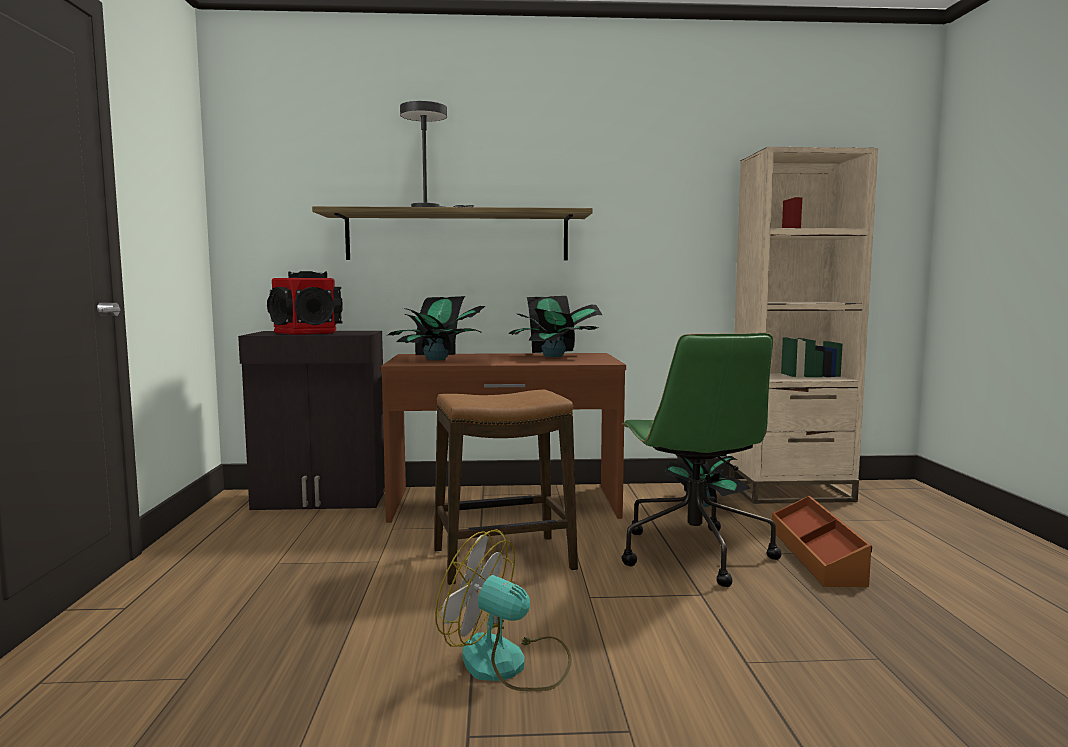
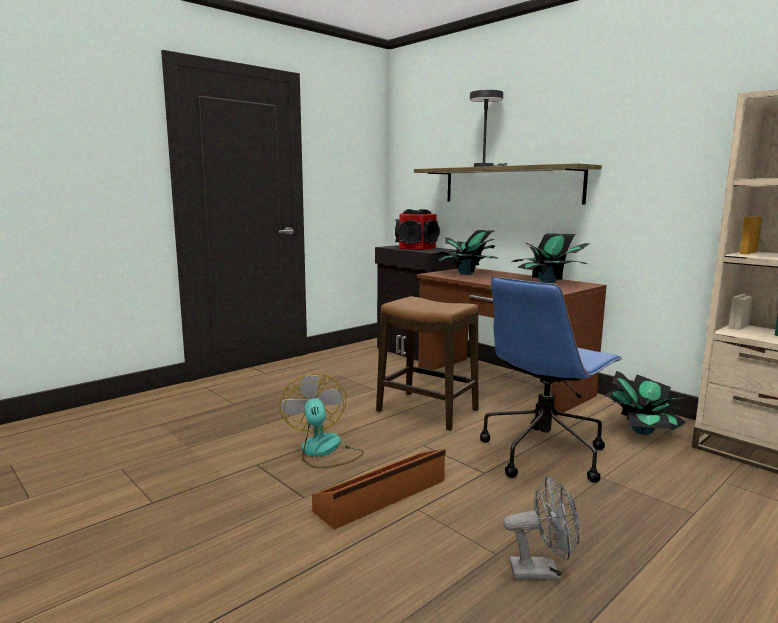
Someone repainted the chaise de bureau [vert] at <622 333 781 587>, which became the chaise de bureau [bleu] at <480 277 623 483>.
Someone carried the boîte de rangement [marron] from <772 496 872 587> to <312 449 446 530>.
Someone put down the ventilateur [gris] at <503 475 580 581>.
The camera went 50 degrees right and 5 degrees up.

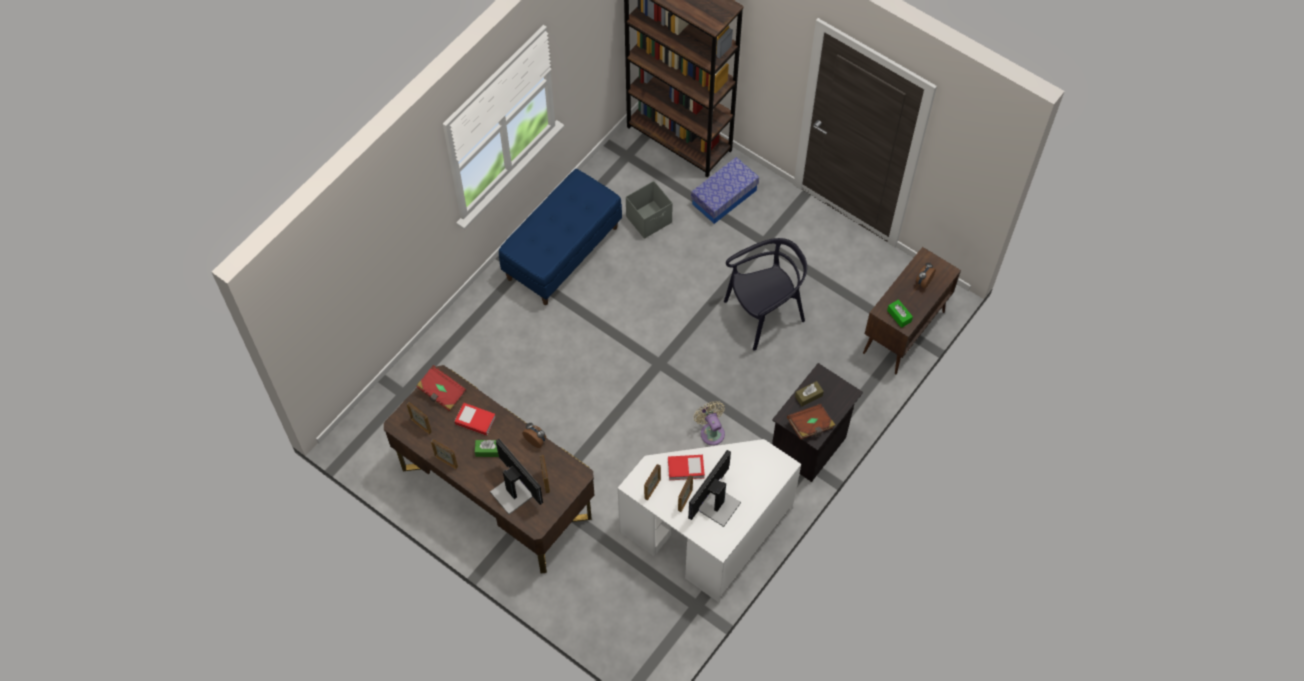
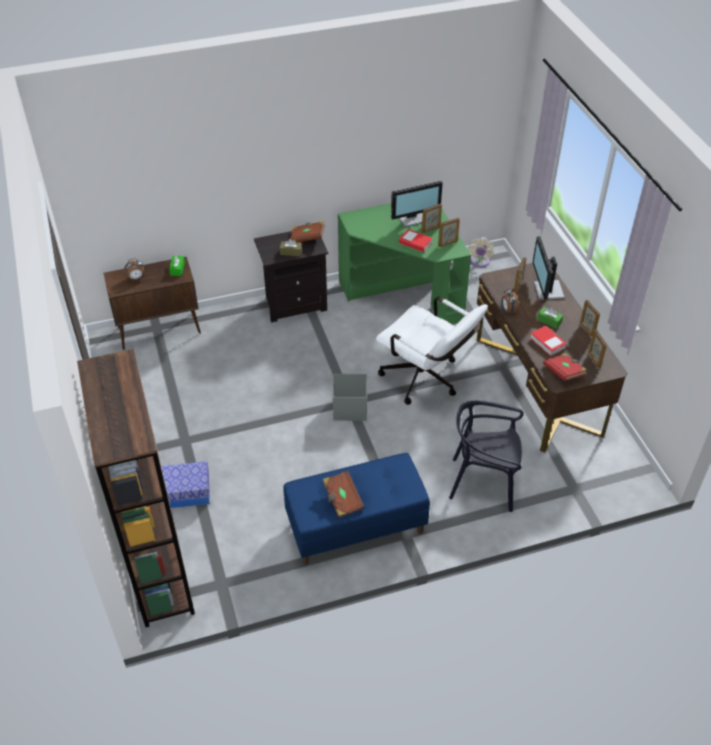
Someone carried the boîte de rangement [gris] from <626 181 673 239> to <333 374 367 421>.
Someone carried the chaise [noir] from <724 238 807 351> to <449 400 523 512>.
Someone carried the ventilateur [beige] from <694 401 725 445> to <468 237 494 268>.
Someone repainted the bureau [blanc] at <618 439 801 603>, which became the bureau [vert] at <338 203 471 324>.
Someone put down the chaise de bureau [blanc] at <376 296 488 405>.
Someone put down the livre [marron] at <323 471 364 518>.
The camera went 145 degrees left and 15 degrees down.

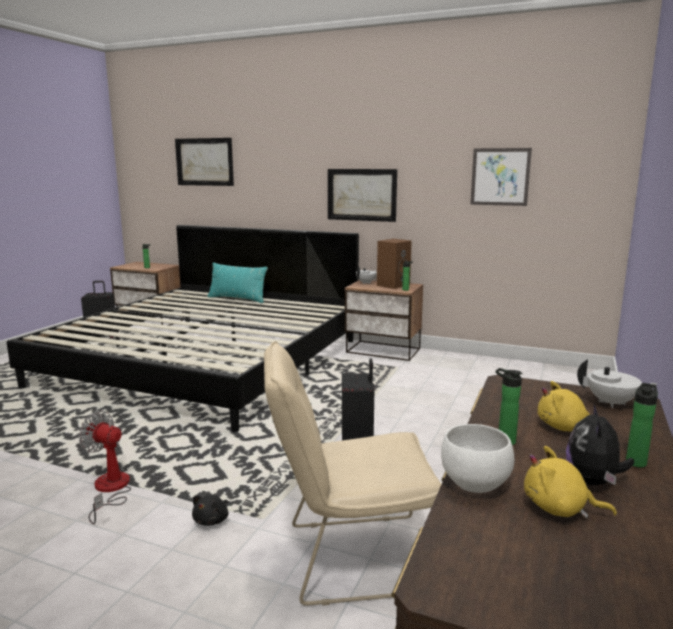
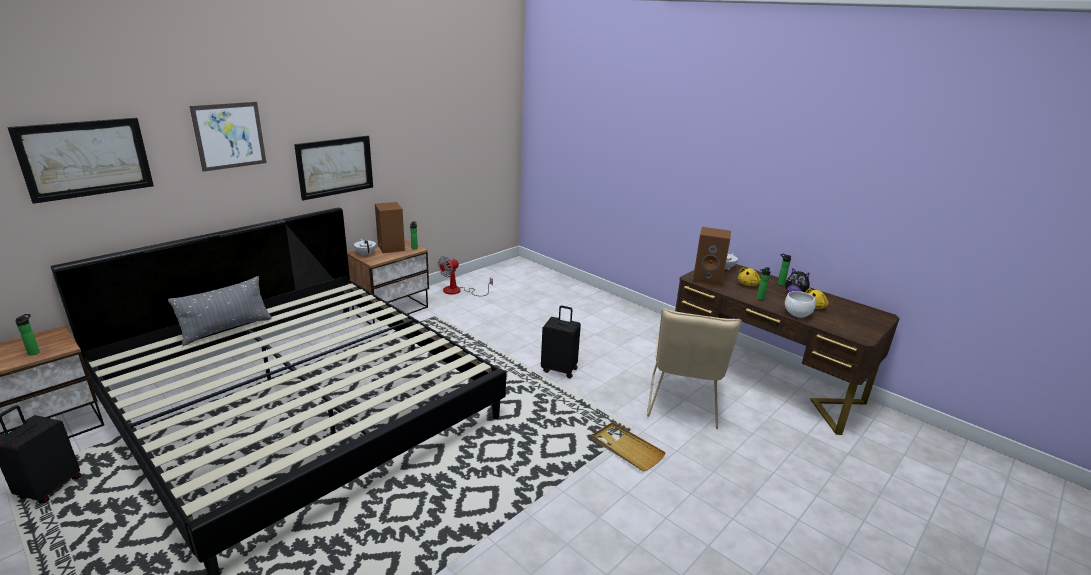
Someone carried the tableau from <470 148 532 206> to <190 102 266 172>.
Someone repainted the coussin [turquoise] at <208 263 268 303>, which became the coussin [gris] at <168 276 272 346>.
Someone carried the ventilateur from <78 411 131 524> to <438 256 493 296>.
Someone swapped the peluche [noir] at <192 494 229 526> for the plateau [beige] at <592 422 666 472>.
Someone put down the enceinte [marron] at <692 227 731 287>.
The camera went 70 degrees left and 10 degrees up.

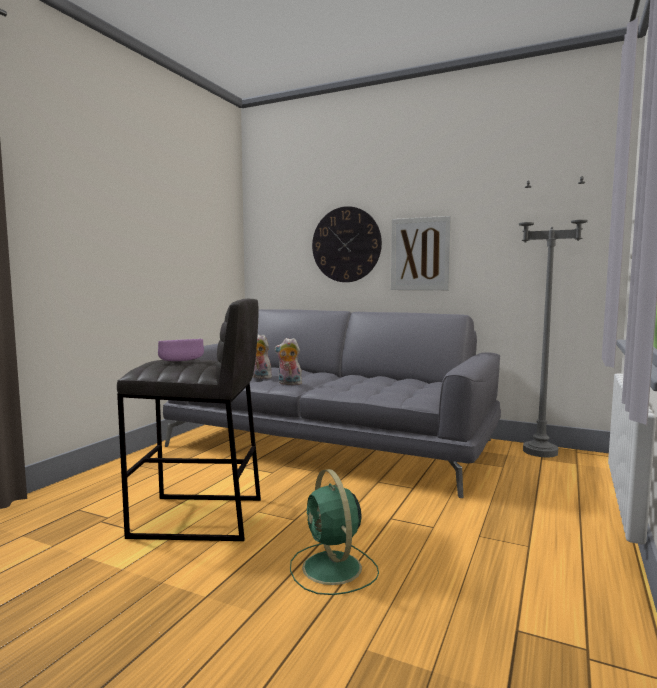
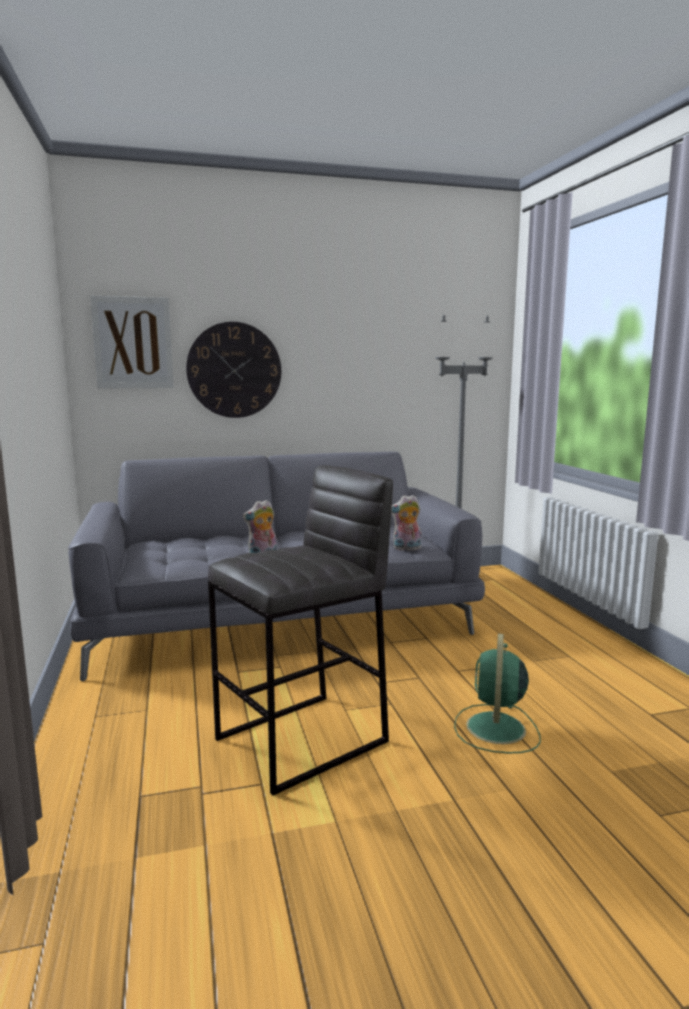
Someone carried the tableau from <391 216 451 290> to <90 296 174 389>.
Someone carried the peluche from <253 334 272 379> to <391 495 421 551>.
Someone took away the bol [violet] at <158 339 204 361>.
Someone rotated the ventilateur [vert] at <290 469 379 595> by 75 degrees clockwise.
The camera went 40 degrees left and 5 degrees up.

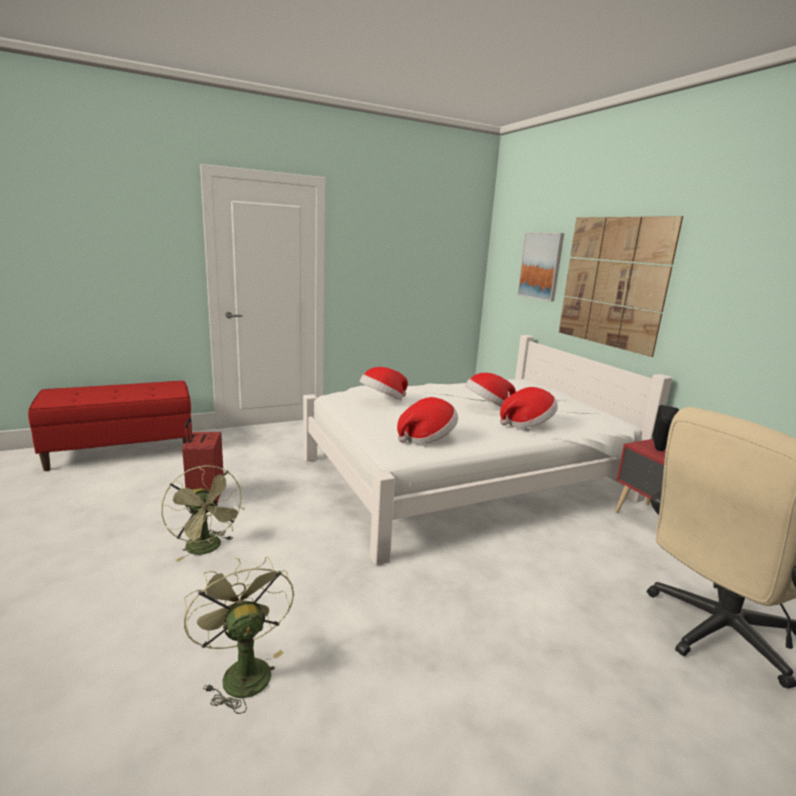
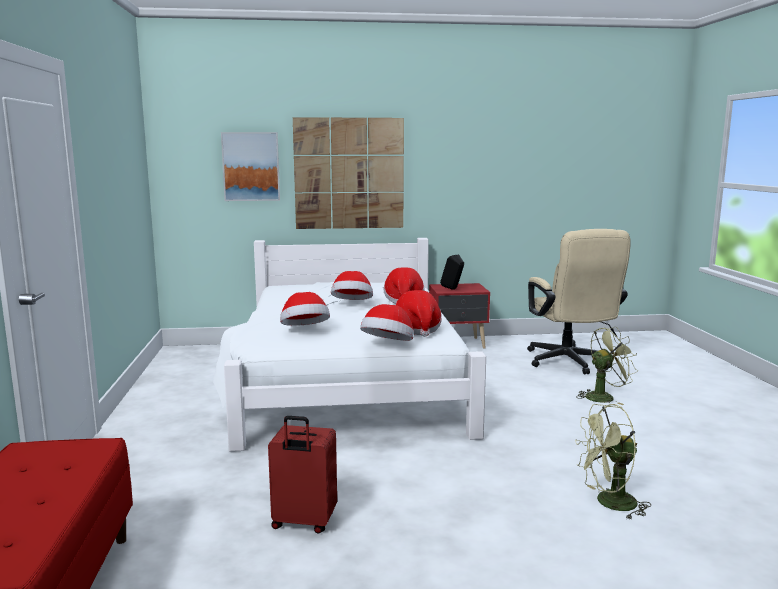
Someone carried the ventilateur [vert] from <161 466 245 562> to <576 327 638 405>.
Someone put down the chapeau at <360 304 414 341>.
The camera went 70 degrees left and 5 degrees down.

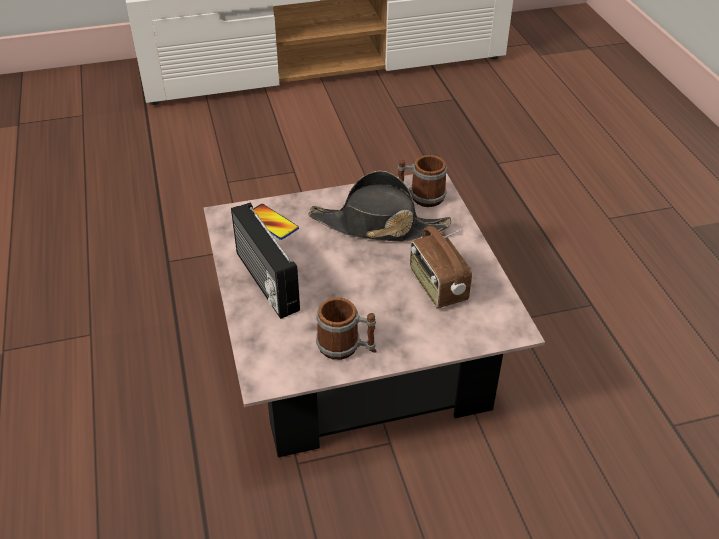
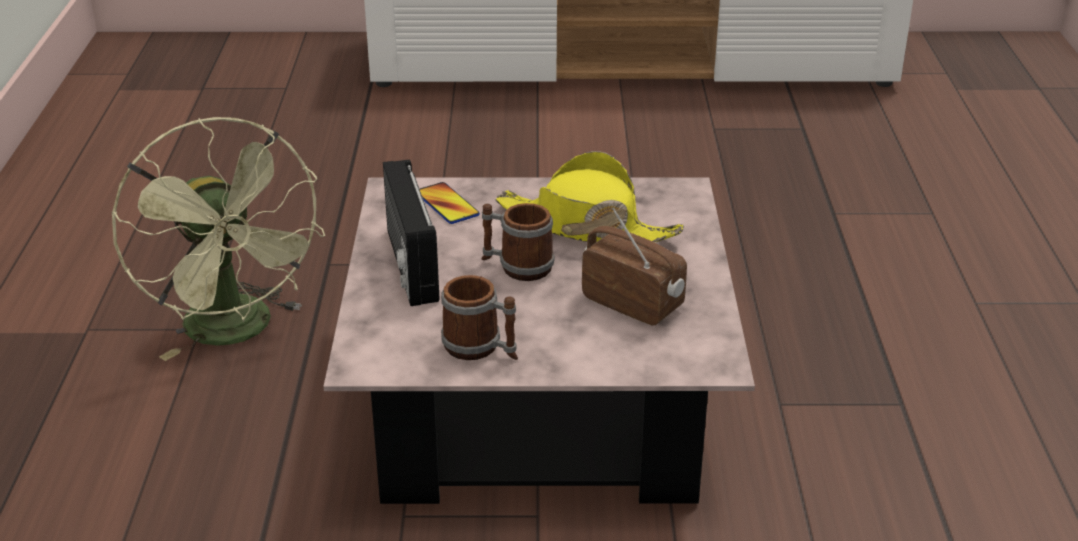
Someone carried the mug from <398 155 447 207> to <482 203 555 281>.
Someone repainted the chapeau [noir] at <308 171 451 242>, which became the chapeau [jaune] at <495 151 684 242>.
Someone rotated the radio at <410 226 472 308> by 135 degrees clockwise.
Someone put down the ventilateur [vert] at <111 117 325 361>.
The camera went 15 degrees right and 10 degrees down.

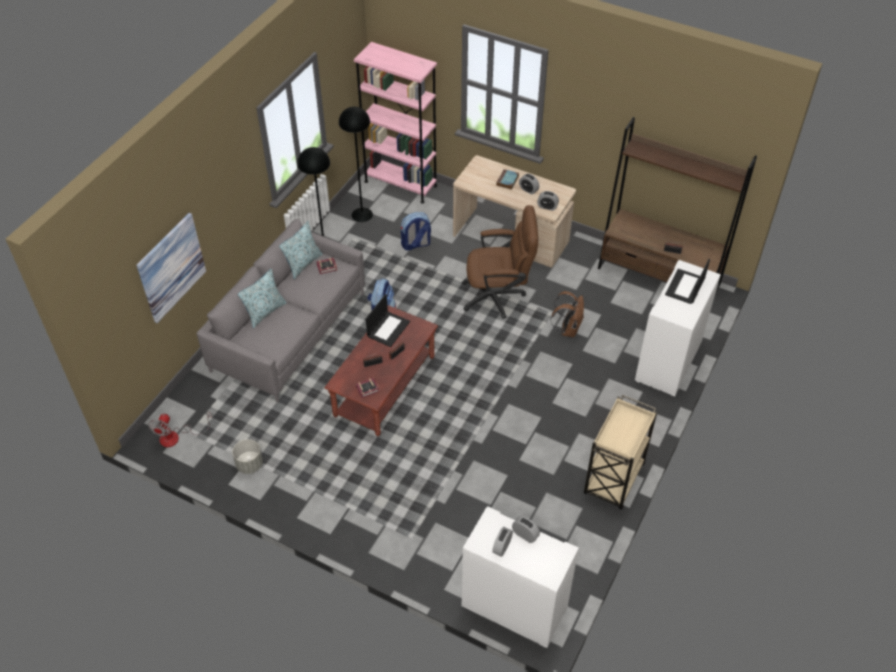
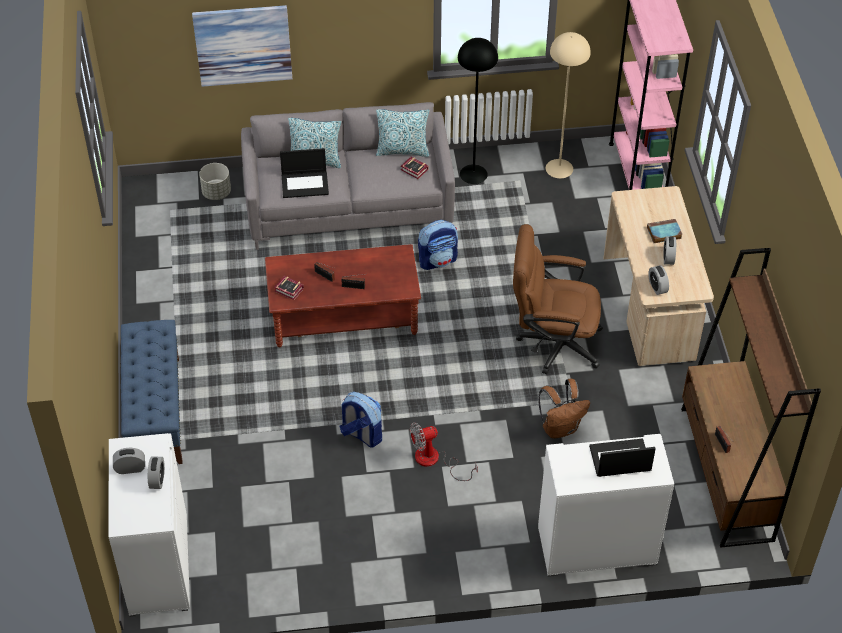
Someone repainted the lampadaire [noir] at <339 107 373 222>, which became the lampadaire [beige] at <546 32 591 178>.
Someone rotated the chaise de bureau [marron] at <462 205 538 319> by 135 degrees clockwise.
Someone carried the sac à dos from <401 212 431 251> to <339 392 382 447>.
Someone carried the ordinateur portable from <366 294 410 347> to <280 148 329 198>.
Someone took away the chariot [beige] at <584 395 657 510>.
Someone carried the ventilateur from <148 412 211 447> to <410 422 478 481>.
Someone carried the cache-pot [gris] from <232 439 263 474> to <199 163 231 200>.
Someone put down the banc [bleu] at <121 320 183 464>.
The camera went 55 degrees right and 0 degrees up.

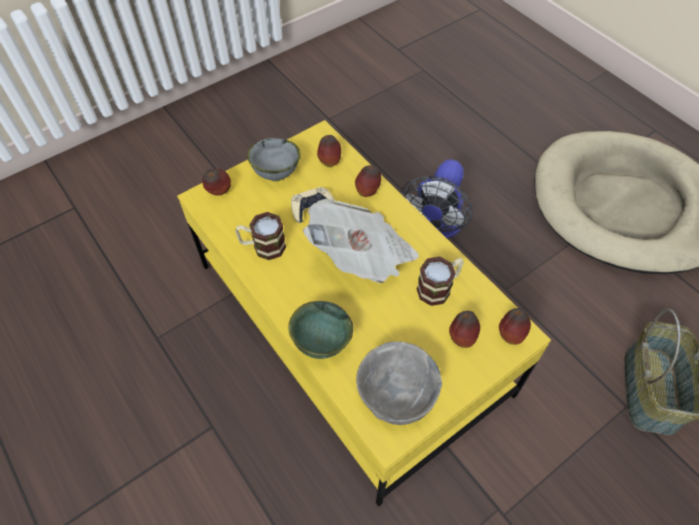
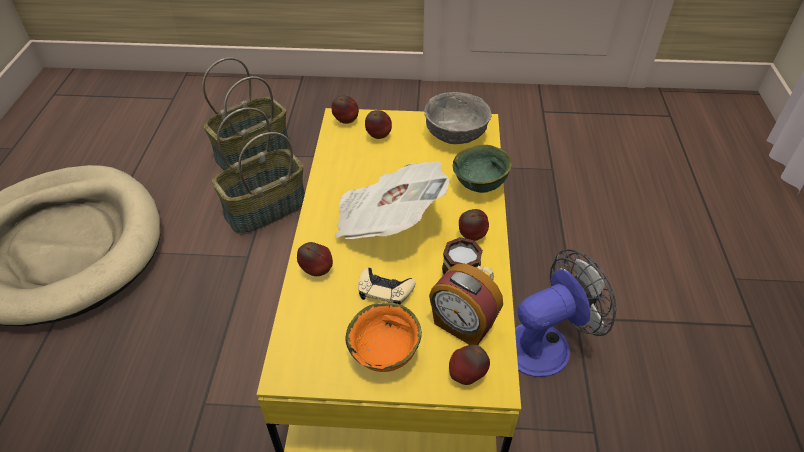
Someone carried the pomme from <317 135 341 167> to <459 209 489 241>.
Someone repainted the bol [gris] at <247 138 301 181>, which became the bol [orange] at <345 302 422 372>.
Someone carried the ventilateur from <401 159 473 238> to <515 249 617 377>.
Someone took away the mug at <417 256 464 306>.
Someone put down the panier at <212 108 305 235>.
Someone put down the réveil at <429 264 503 345>.
The camera went 140 degrees left and 10 degrees down.

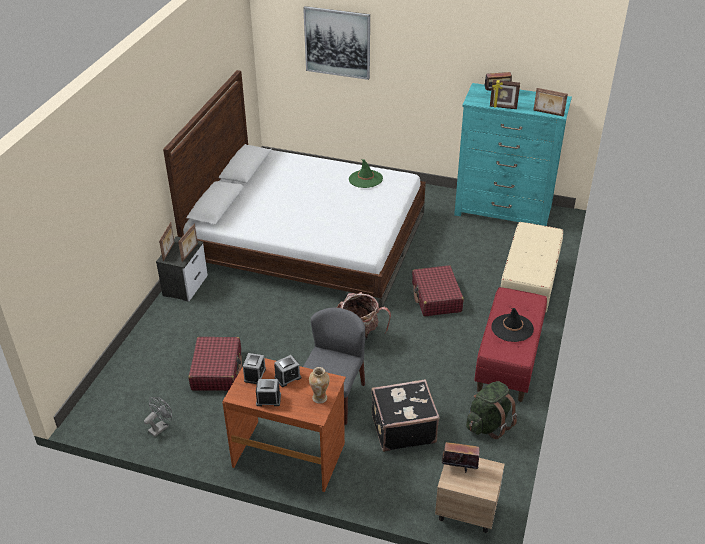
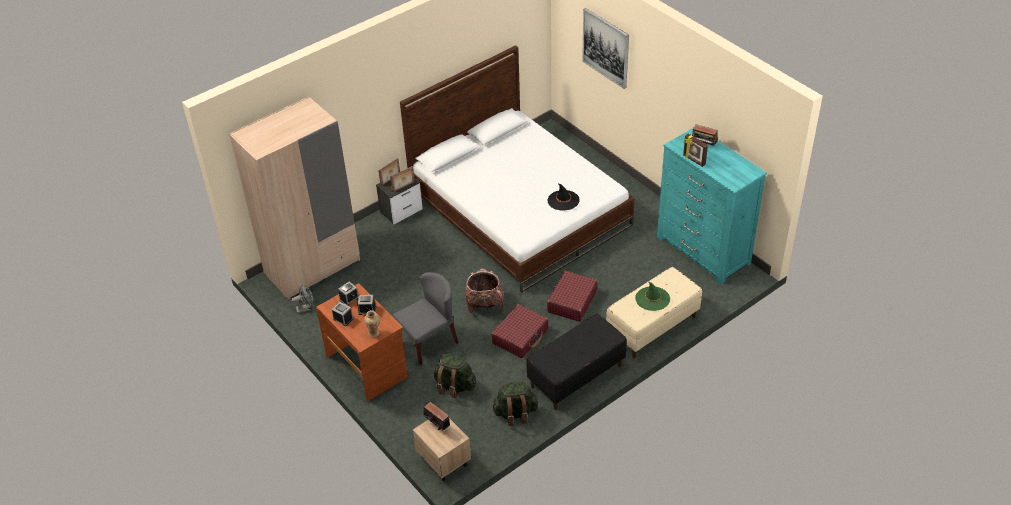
Someone took away the cadre photo at <534 88 568 117>.
Someone carried the chapeau [vert] from <349 160 383 188> to <635 282 670 311>.
Someone repainted the banc [rouge] at <474 287 547 402>, which became the banc [noir] at <526 314 627 410>.
Someone carried the chapeau [noir] from <492 308 534 342> to <548 184 580 211>.
Someone carried the valise [rouge] from <188 337 242 391> to <492 304 548 358>.
Someone swapped the valise [noir] at <371 379 440 452> for the sac à dos [vert] at <434 354 476 398>.
Someone put down the armoire [beige] at <229 97 361 300>.
The camera went 35 degrees right and 5 degrees up.

